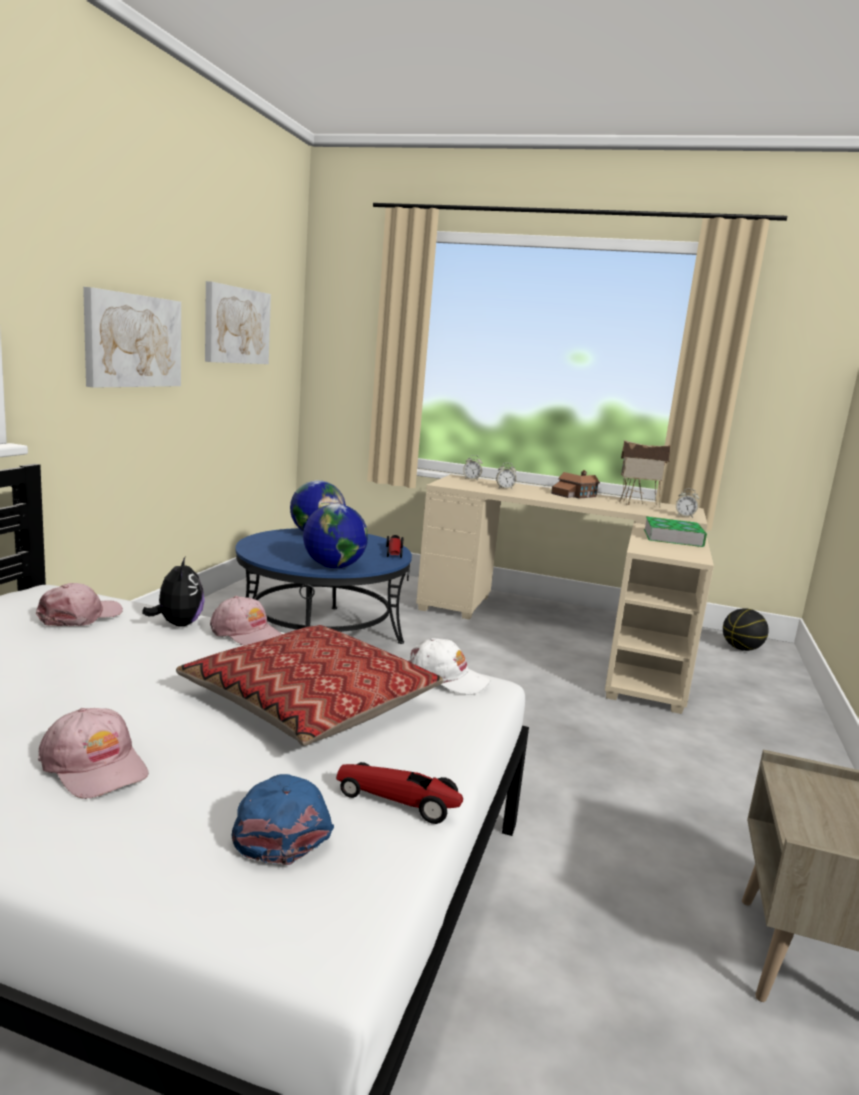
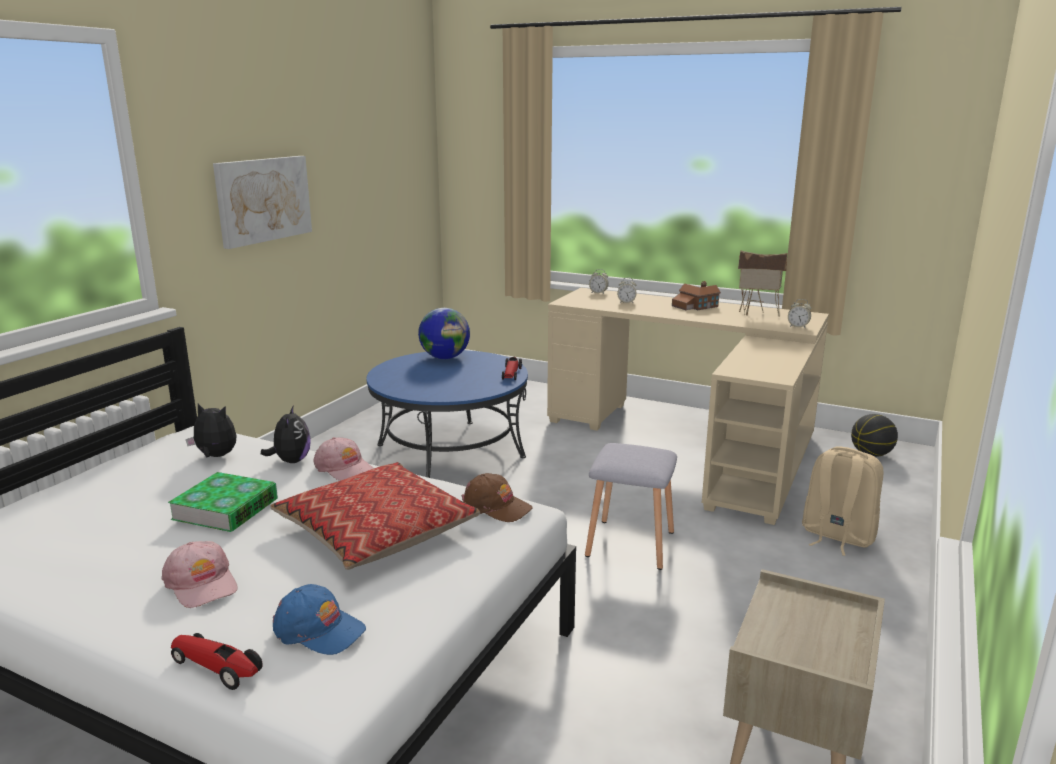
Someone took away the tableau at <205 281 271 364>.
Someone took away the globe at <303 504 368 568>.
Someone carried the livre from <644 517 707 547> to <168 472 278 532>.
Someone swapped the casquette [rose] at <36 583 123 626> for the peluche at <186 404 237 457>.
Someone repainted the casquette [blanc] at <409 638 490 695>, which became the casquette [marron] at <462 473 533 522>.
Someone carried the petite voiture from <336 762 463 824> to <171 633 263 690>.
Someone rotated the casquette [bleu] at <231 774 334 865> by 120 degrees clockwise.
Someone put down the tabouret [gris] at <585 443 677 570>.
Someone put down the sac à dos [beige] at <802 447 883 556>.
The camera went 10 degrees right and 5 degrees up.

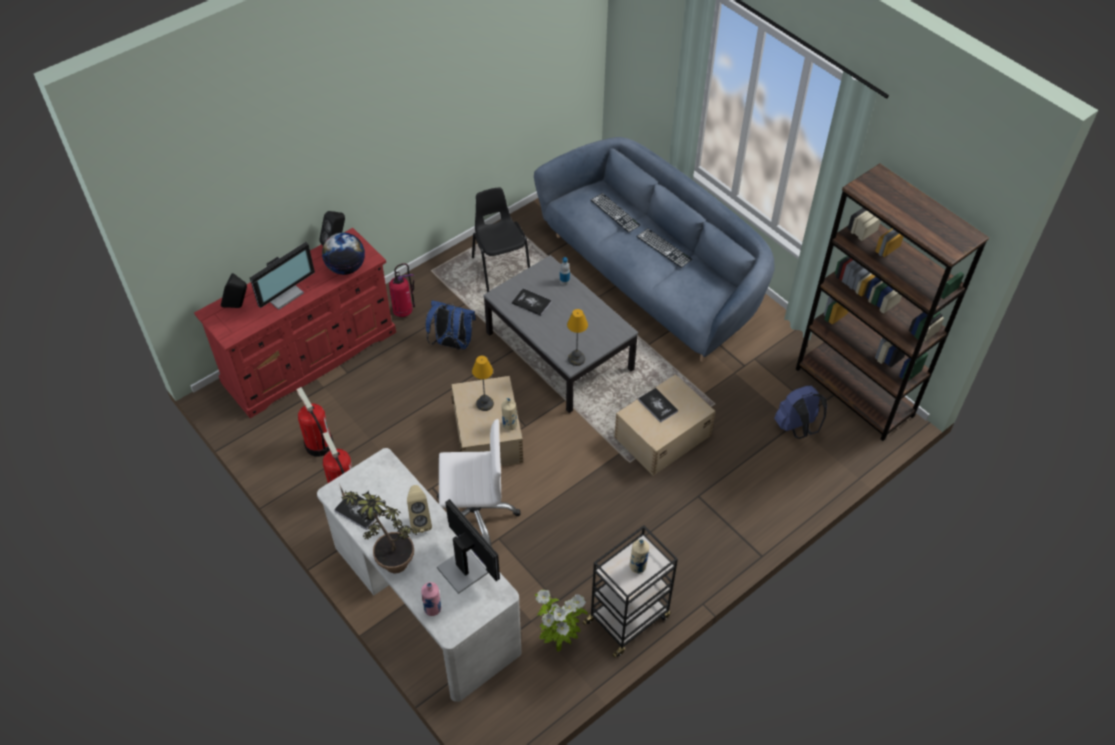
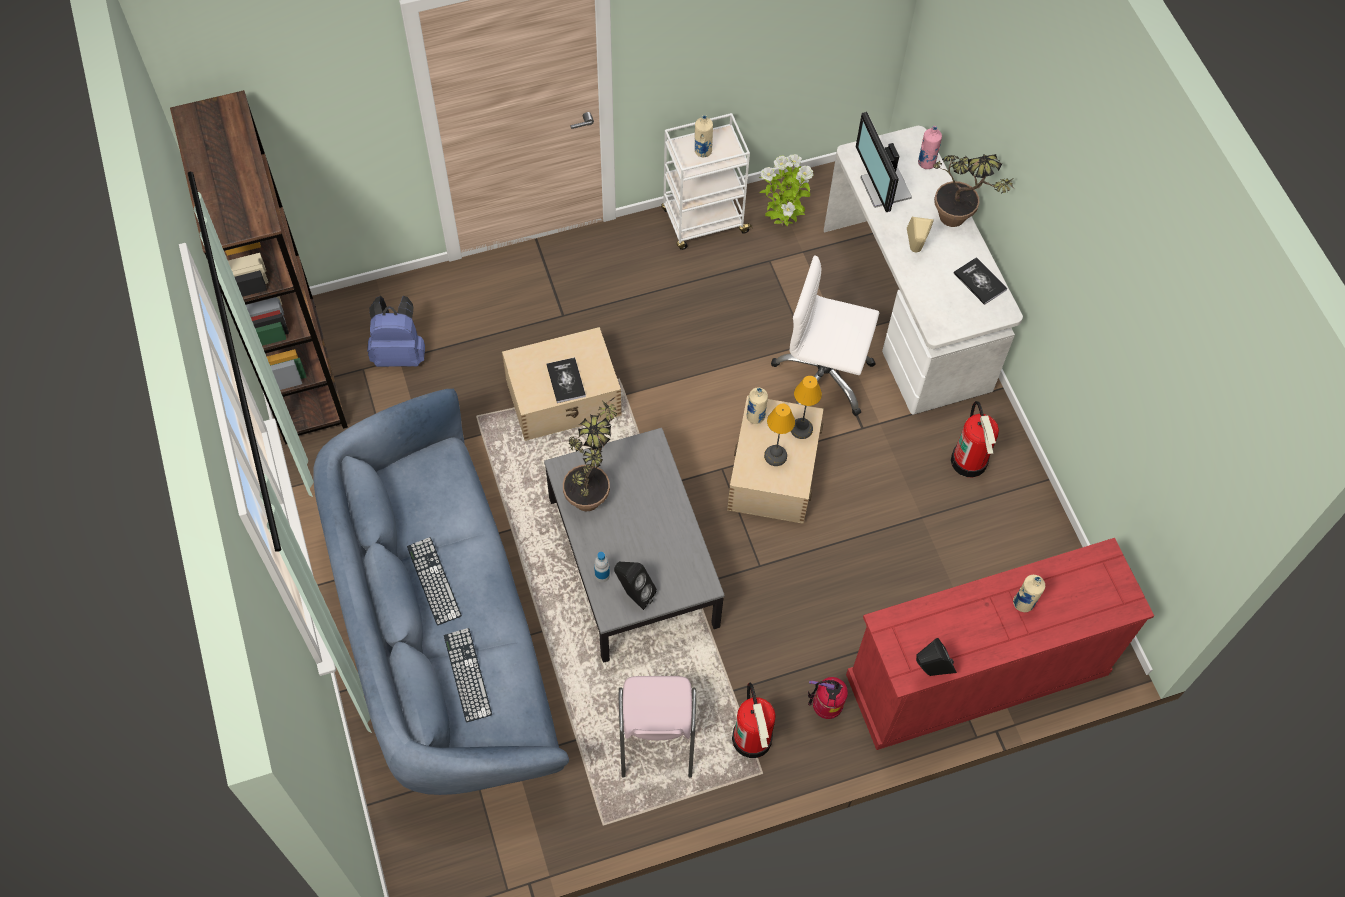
Someone repainted the chaise [noir] at <472 187 530 292>, which became the chaise [rose] at <619 676 696 778>.
Someone took away the globe at <322 232 365 275>.
Someone swapped the écran d'ordinateur at <250 242 315 310> for the bouteille [beige] at <1013 575 1045 612>.
Someone carried the enceinte [noir] from <221 273 247 308> to <614 562 657 610>.
Someone took away the livre at <512 288 552 316>.
Someone took away the sac à dos [bleu] at <425 300 476 350>.
Someone carried the lampe de table from <567 309 588 366> to <791 376 822 439>.
Someone carried the extincteur from <296 387 333 457> to <732 683 776 758>.
Someone repainted the chariot [noir] at <582 525 678 658>, which became the chariot [blanc] at <661 113 752 250>.
Someone put down the plante en pot at <563 396 617 511>.
The camera went 160 degrees left and 10 degrees up.

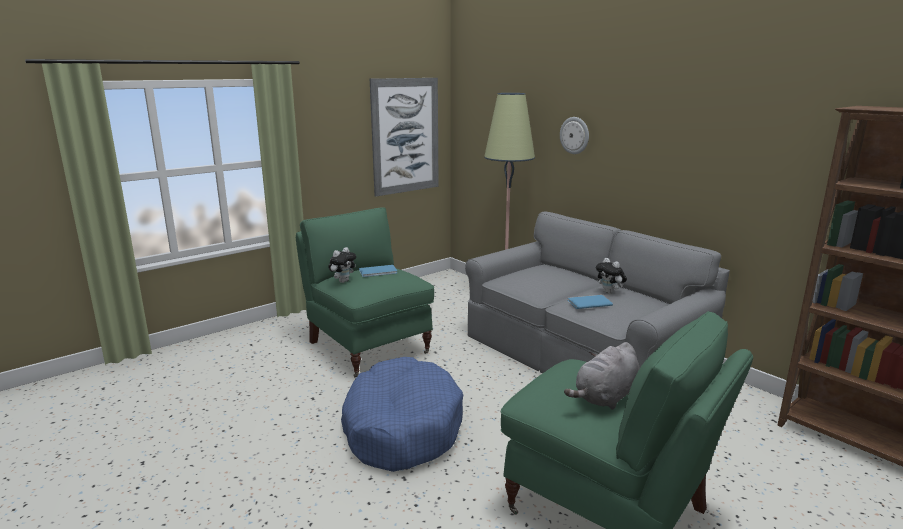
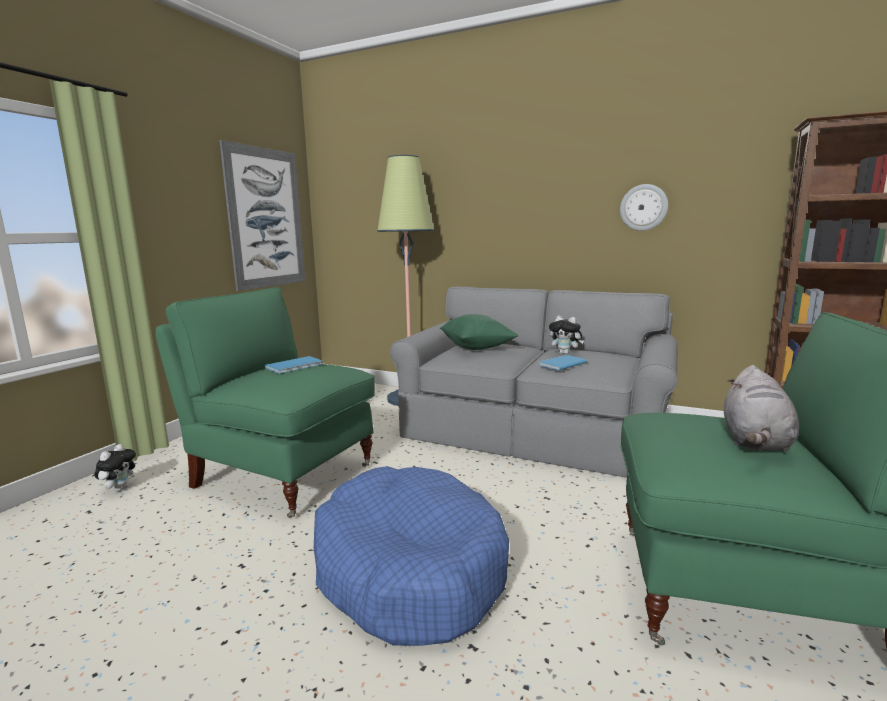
Someone carried the horloge murale from <560 117 589 154> to <620 184 668 231>.
Someone carried the peluche from <328 247 356 283> to <94 444 136 492>.
Someone put down the coussin [vert] at <440 314 518 350>.
The camera went 25 degrees left and 5 degrees down.

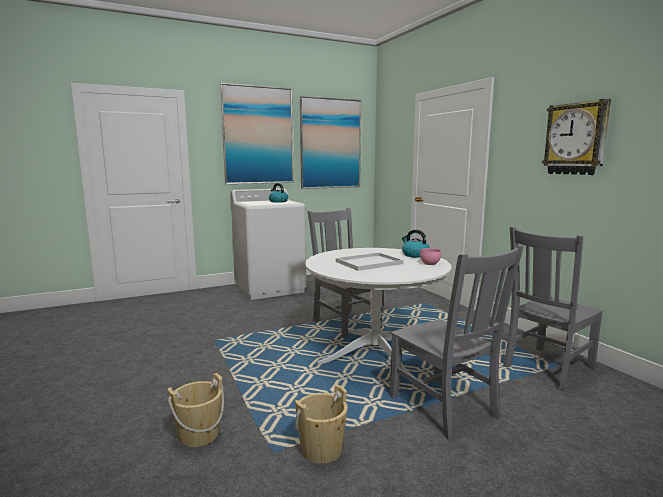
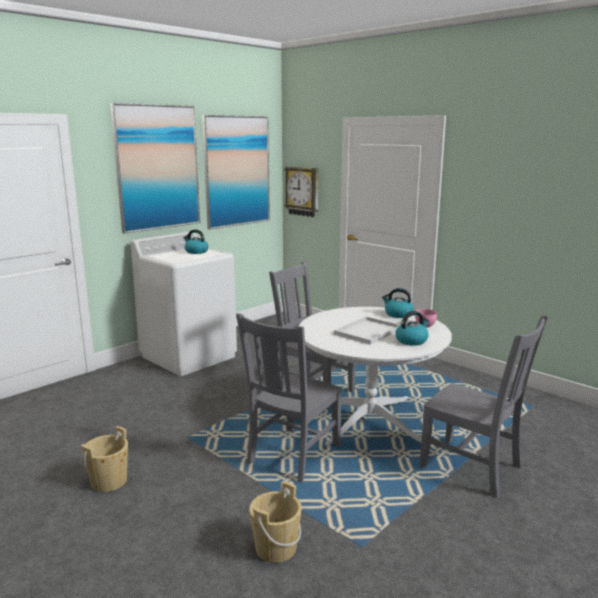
Someone carried the horloge murale from <542 99 611 175> to <284 166 319 217>.
Someone carried the chaise [gris] from <503 227 603 390> to <236 313 342 483>.
Someone carried the seau [beige] from <295 384 348 464> to <81 426 128 492>.
Someone put down the bouilloire at <395 311 429 345>.
The camera went 20 degrees left and 5 degrees up.

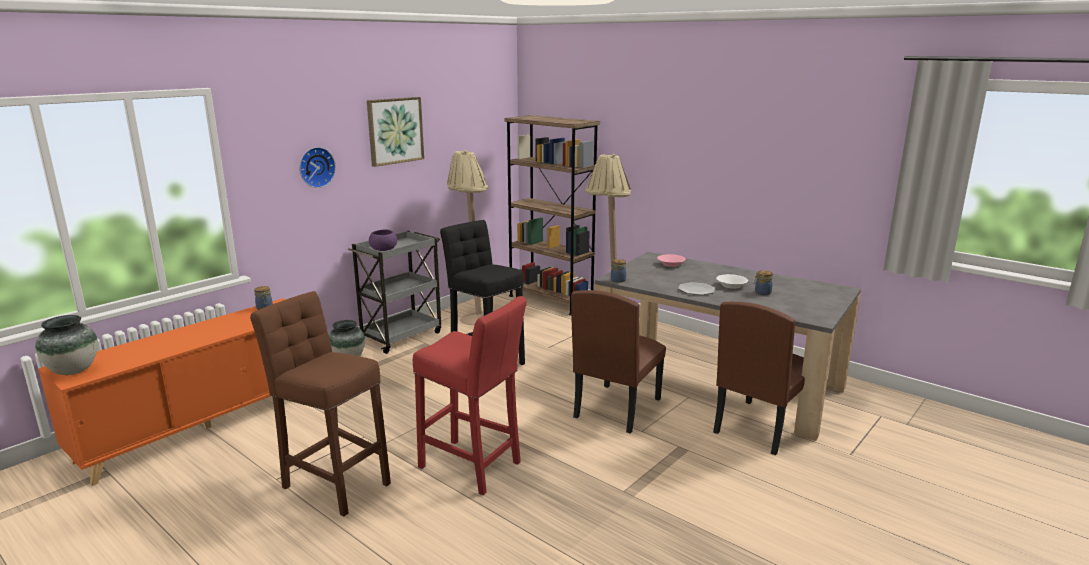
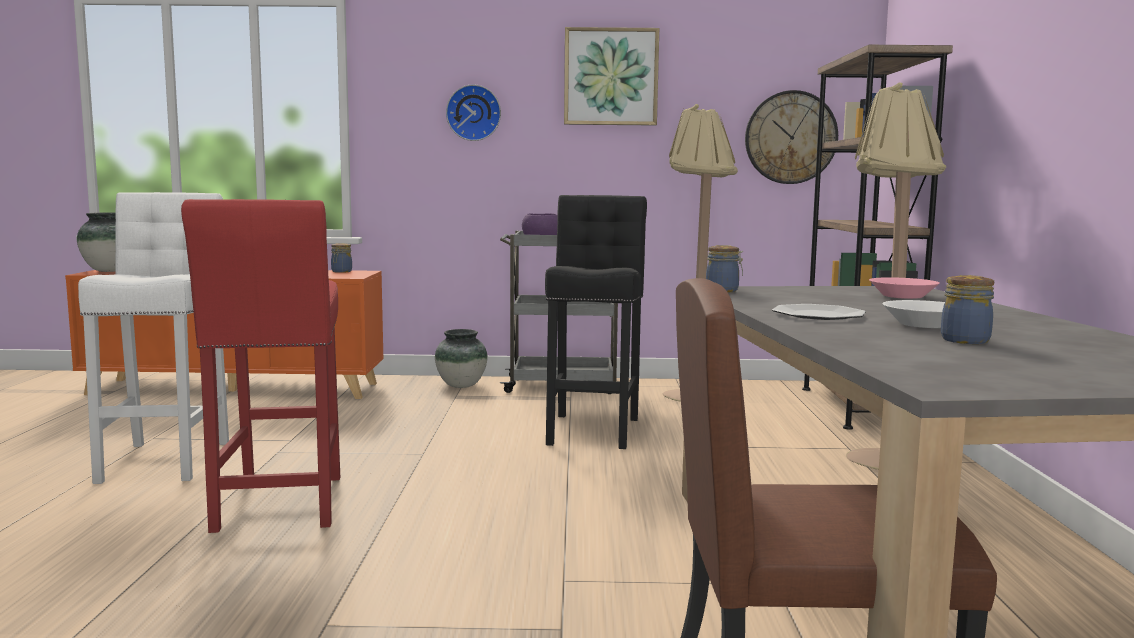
Someone took away the chaise [marron] at <571 290 666 433>.
Someone repainted the tabouret [marron] at <250 291 391 516>, which became the tabouret [blanc] at <78 192 229 484>.
Someone put up the horloge murale at <745 90 838 184>.
The camera went 50 degrees right and 10 degrees down.

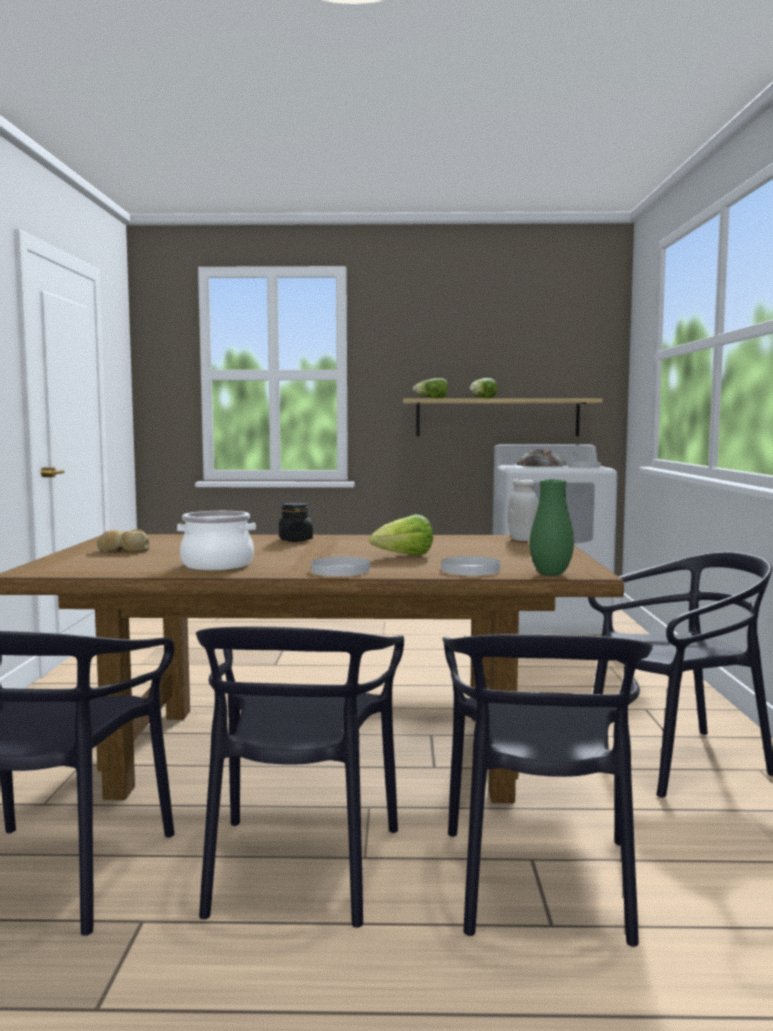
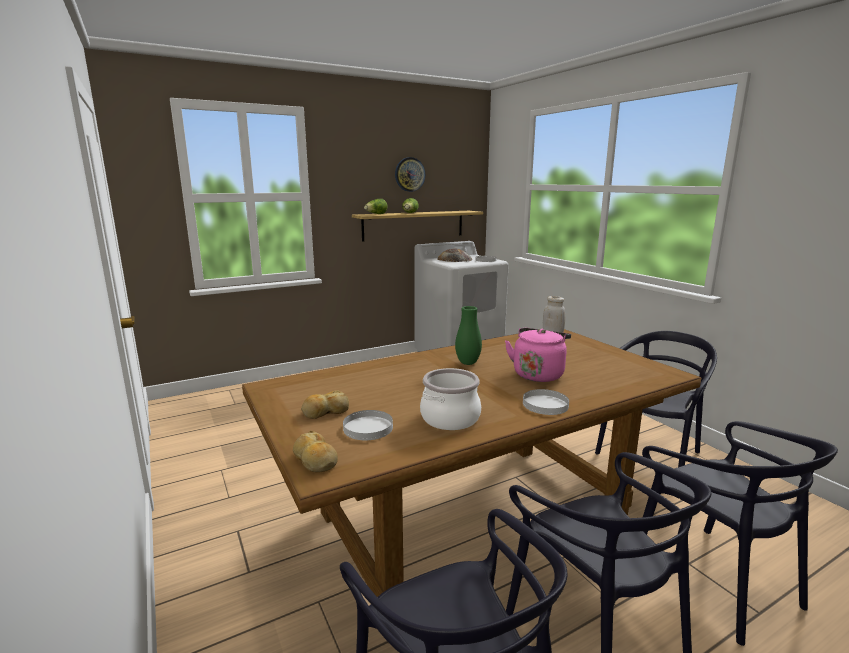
Someone carried the vase [vert] from <530 479 574 576> to <455 306 482 365>.
Someone took away the bocal [noir] at <279 503 313 542>.
Someone swapped the laitue at <369 514 433 555> for the bouilloire [rose] at <505 328 571 382>.
Someone carried the assiette [blanc] from <441 556 500 576> to <343 410 393 440>.
Someone put up the horloge murale at <395 157 425 192>.
Someone put down the pain at <293 430 338 472>.
The camera went 30 degrees left and 10 degrees up.

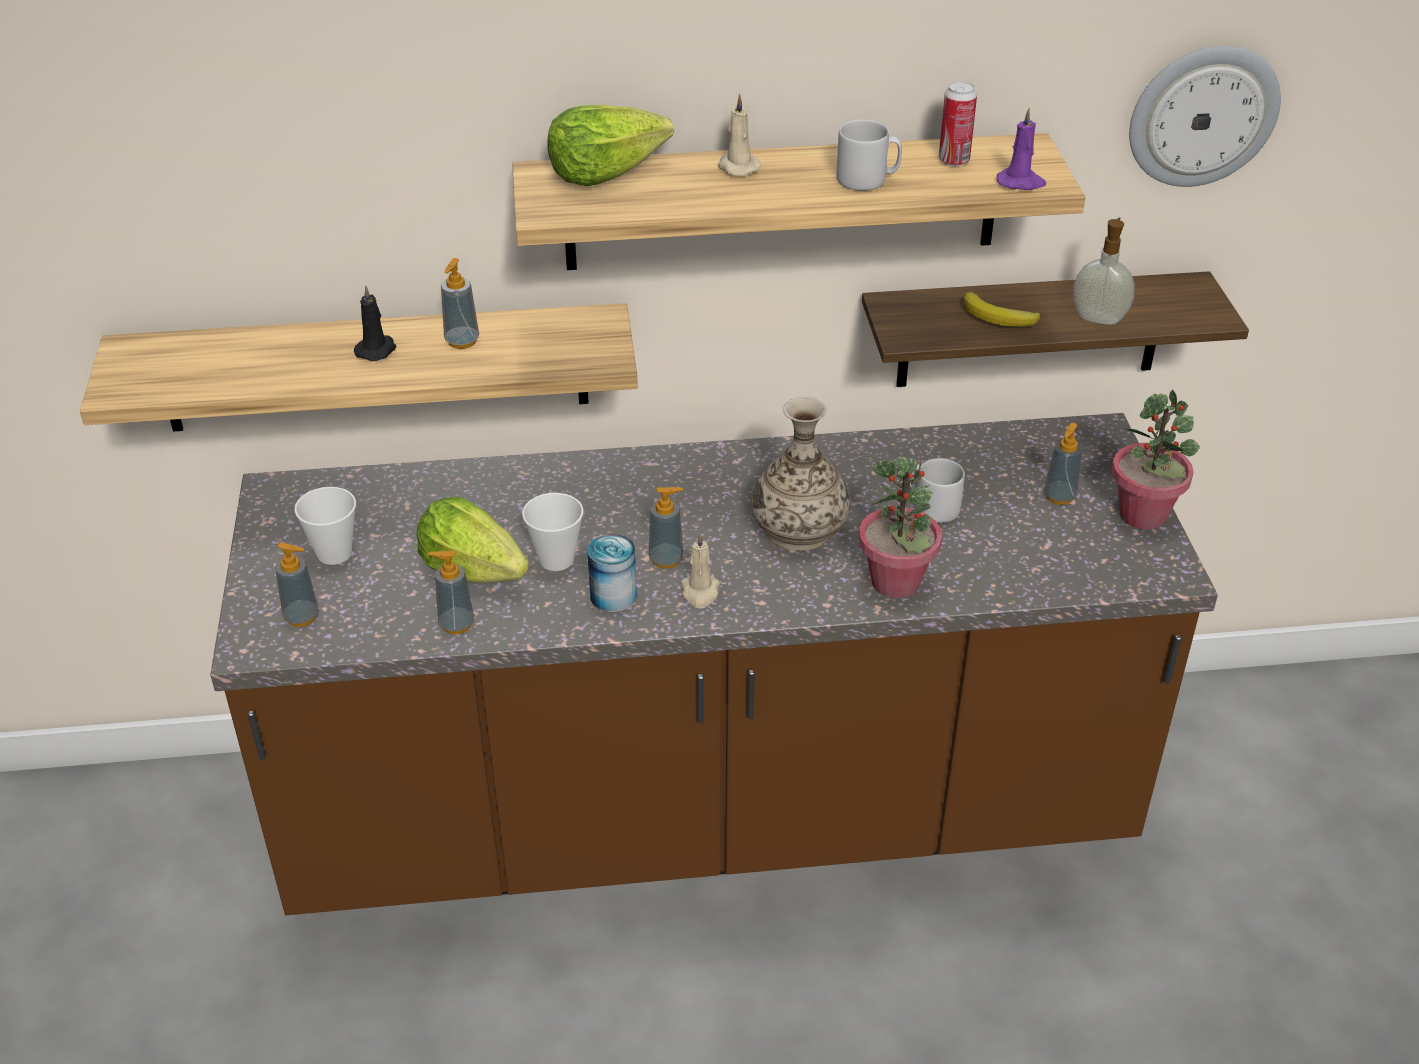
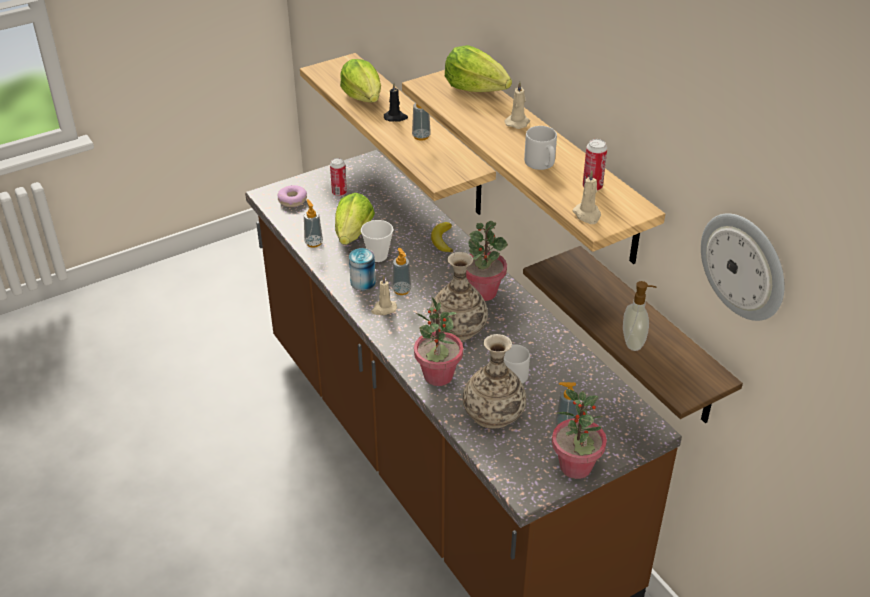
Someone repainted the bougie [violet] at <997 108 1046 190>, which became the bougie [beige] at <572 171 601 224>.
Someone carried the banane from <963 292 1041 327> to <431 222 453 252>.
Someone swapped the tasse at <294 487 356 565> for the boîte métallique at <330 158 347 196>.
Someone swapped the distributeur de savon at <275 542 319 627> for the beignet at <277 185 307 207>.
Someone put down the laitue at <340 59 381 103>.
Someone put down the plante en pot at <466 221 508 301>.
Someone put down the vase at <463 334 526 429>.
The camera went 65 degrees right and 0 degrees up.

